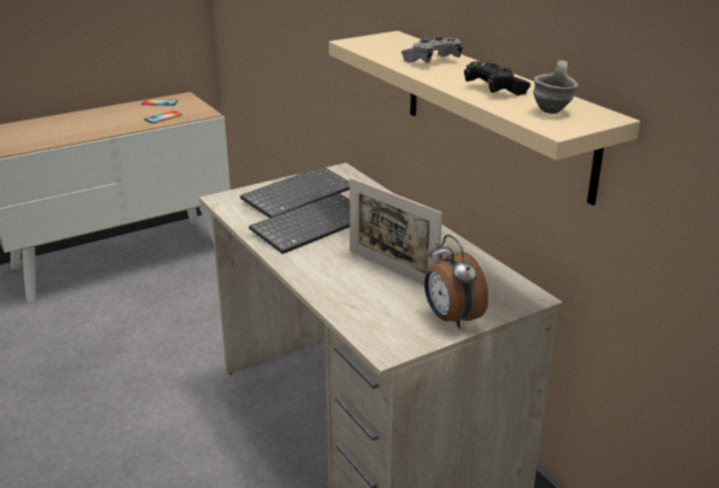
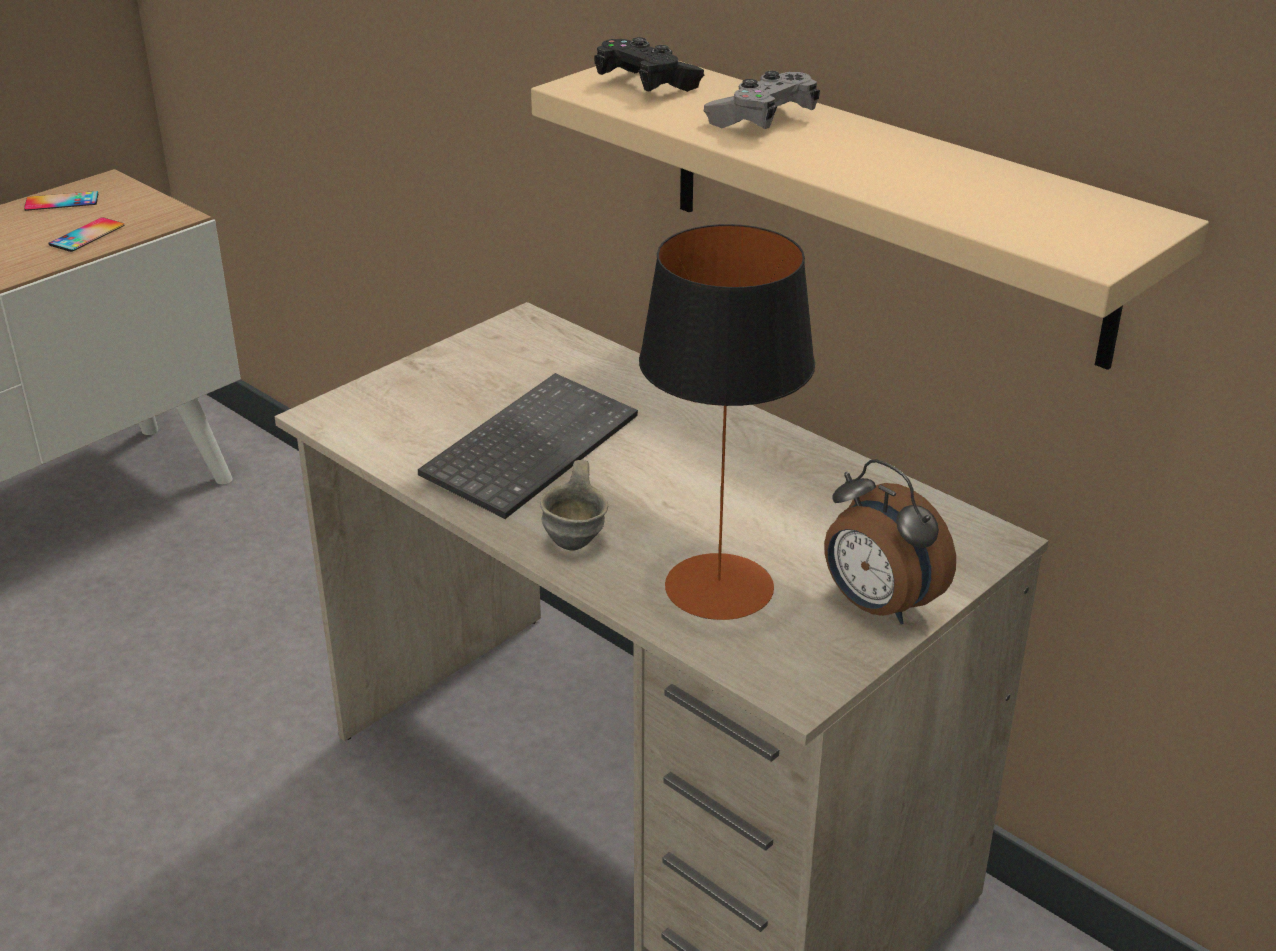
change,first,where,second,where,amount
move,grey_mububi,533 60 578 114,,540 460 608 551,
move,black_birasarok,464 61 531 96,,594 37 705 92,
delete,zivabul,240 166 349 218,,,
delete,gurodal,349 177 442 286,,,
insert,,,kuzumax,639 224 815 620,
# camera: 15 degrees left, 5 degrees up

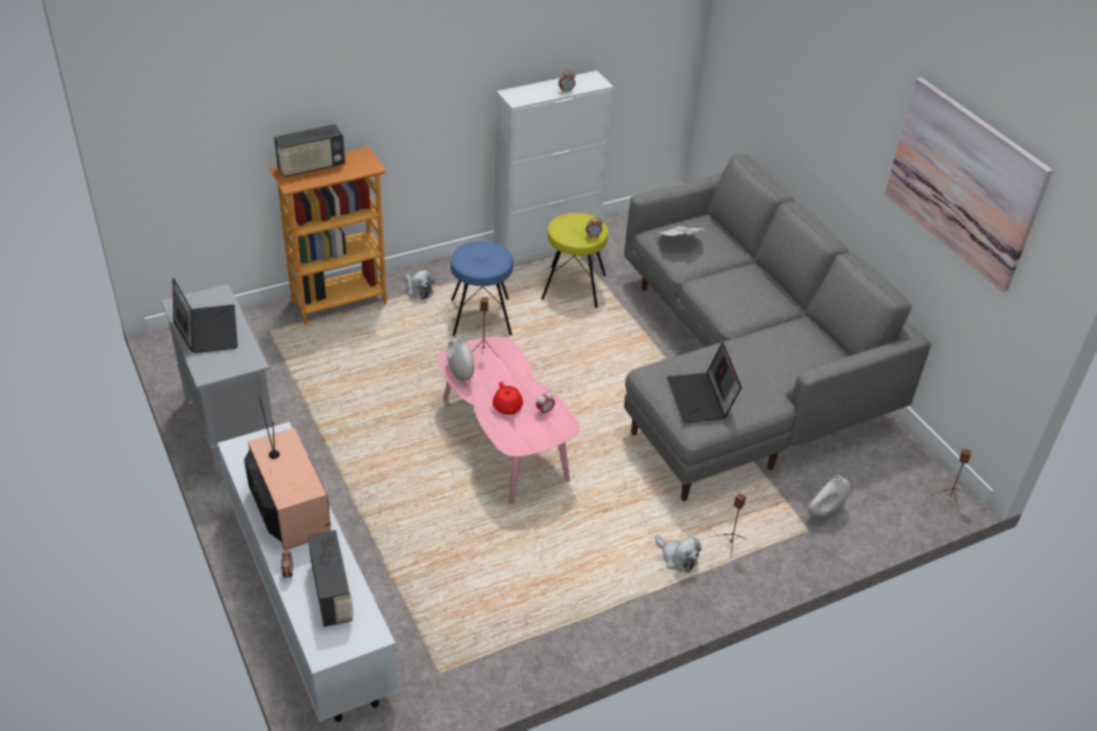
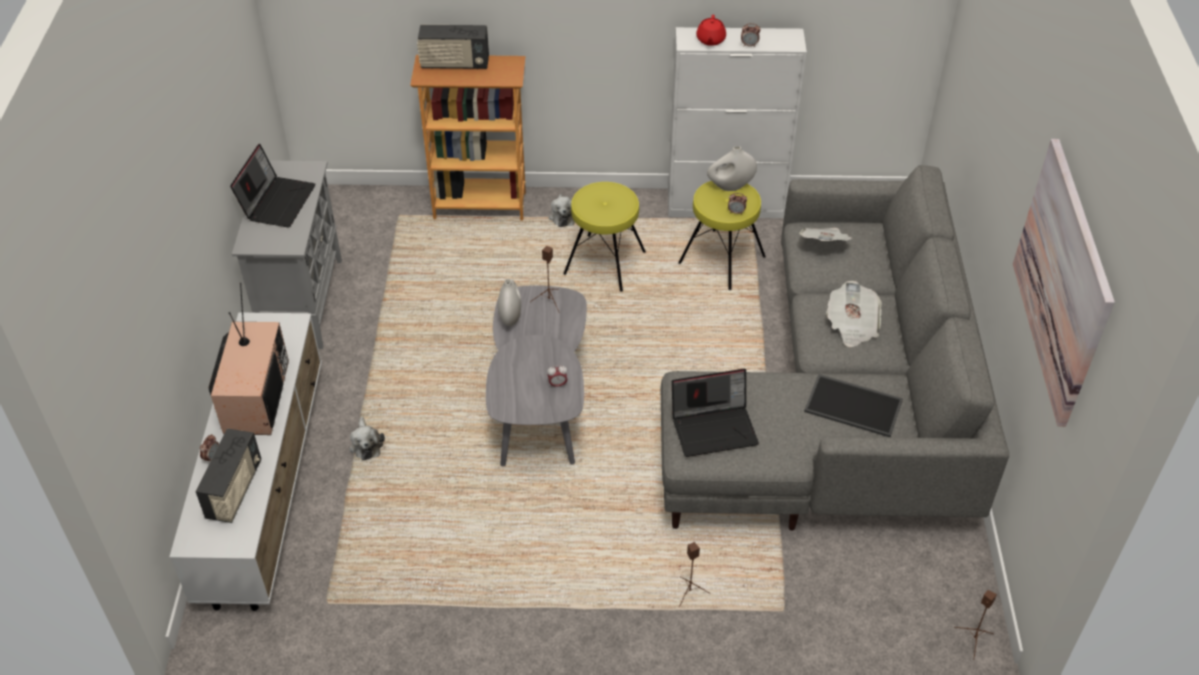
change,first,where,second,where,amount
recolor,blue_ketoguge,450 241 513 336,yellow_ketoguge,563 182 646 292,
recolor,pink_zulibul,437 336 580 504,grey_zulibul,486 285 587 466,
rotate,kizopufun,667 342 742 423,,672 369 759 457,120 degrees counterclockwise
move,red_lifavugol,493 382 523 414,,696 15 726 46,
move,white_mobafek,808 475 850 520,,707 146 757 191,
move,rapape,655 535 702 573,,349 417 385 460,
insert,,,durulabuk,826 281 882 347,
insert,,,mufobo,804 374 903 437,
# camera: 30 degrees right, 5 degrees up

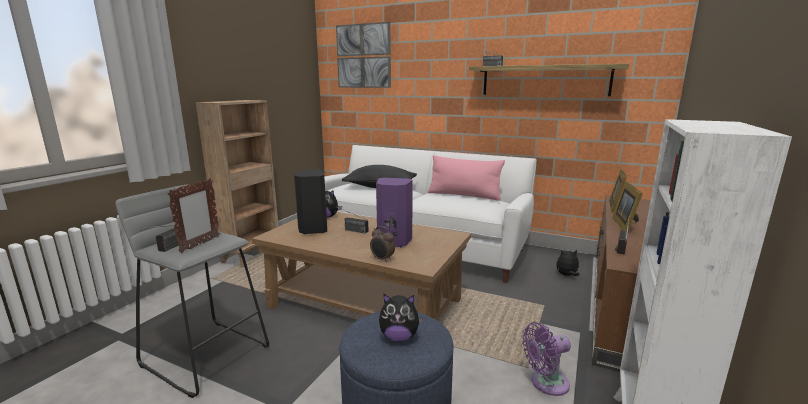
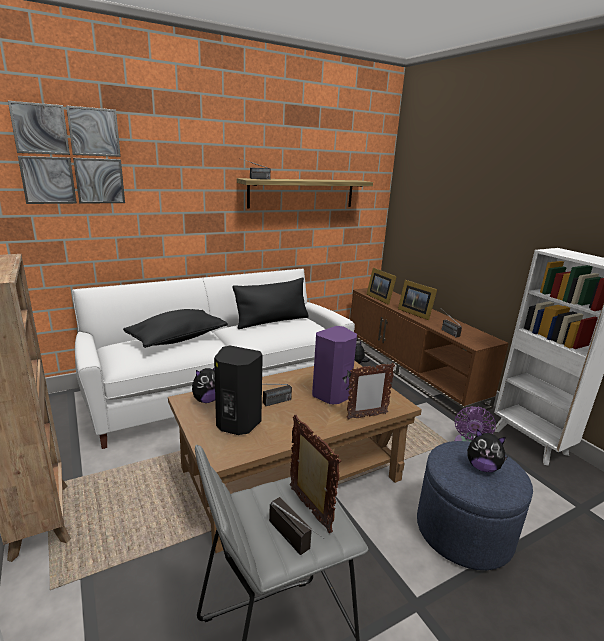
change,first,where,second,where,amount
recolor,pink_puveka,428 155 505 201,black_puveka,232 278 309 329,
replace,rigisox,370 226 395 262,gurodal,346 363 395 420,
rotate,rapape,379 294 423 342,,467 429 508 472,75 degrees clockwise
# camera: 55 degrees left, 5 degrees up

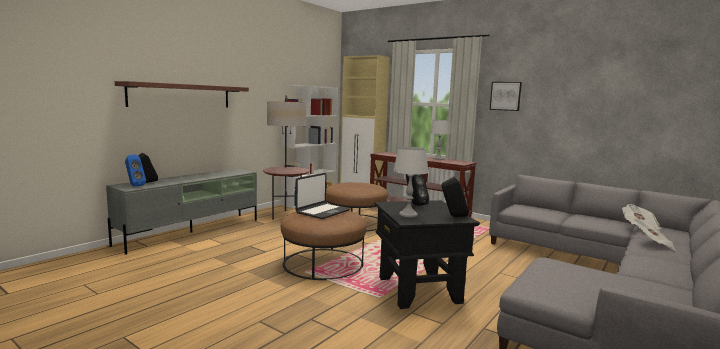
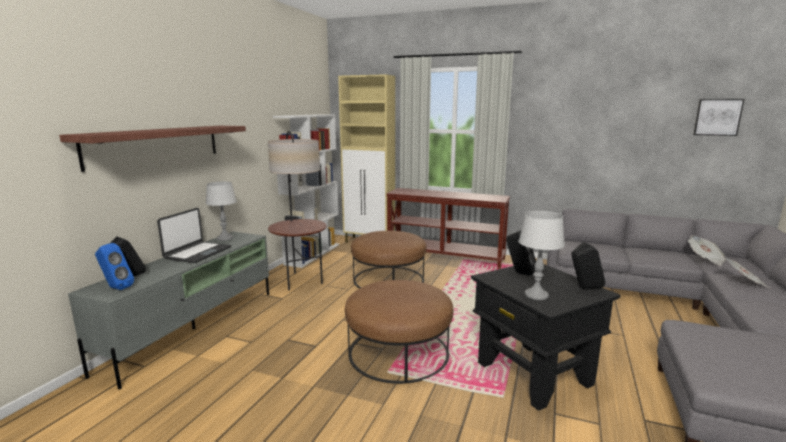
change,first,where,second,where,amount
move,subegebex,490 82 522 111,,693 99 744 136,
move,grey_kuzumax,430 120 450 160,,206 182 237 241,
move,kizopufun,295 173 350 219,,157 208 231 263,
# camera: 15 degrees left, 5 degrees up

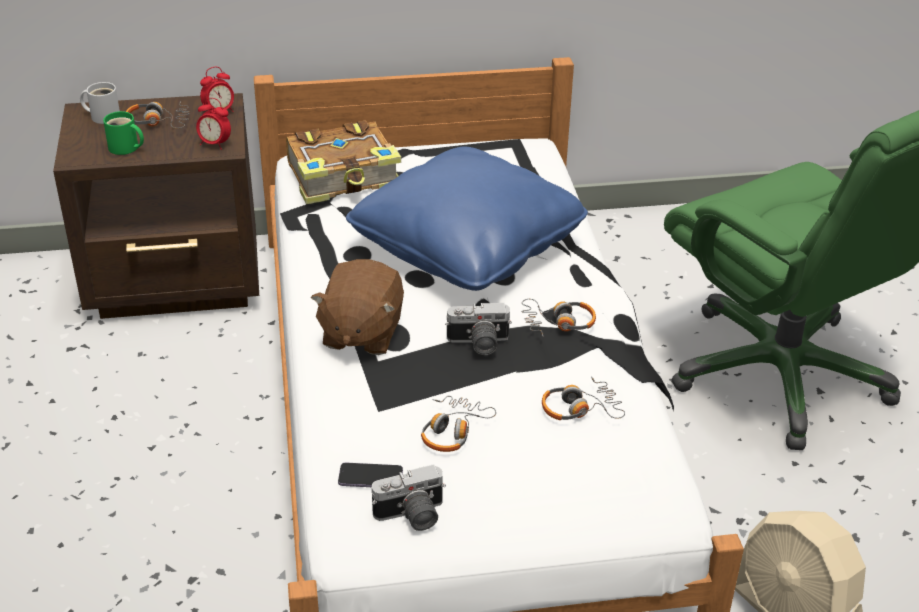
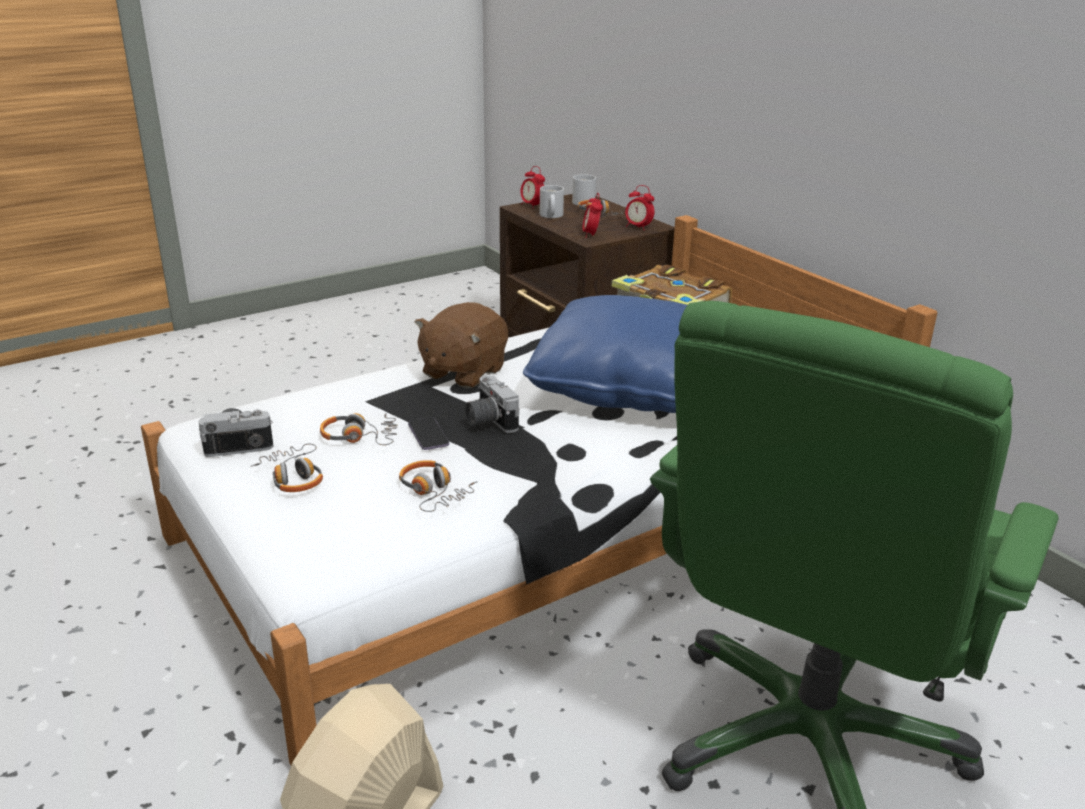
change,first,where,second,where,amount
recolor,green_mububi,103 111 144 155,white_mububi,540 185 564 218,
rotate,brown_rapape,311 259 404 355,,415 302 508 388,45 degrees counterclockwise
move,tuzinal,521 299 596 336,,251 444 323 492,
move,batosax,338 463 403 487,,408 417 449 450,
rotate,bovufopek,372 464 446 531,,199 408 273 457,120 degrees clockwise
insert,,,rigisox,520 166 545 209,
# camera: 65 degrees right, 10 degrees down

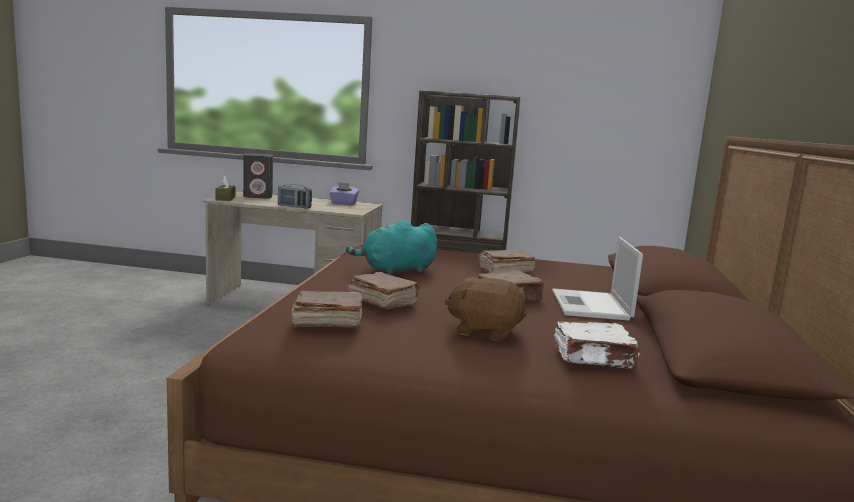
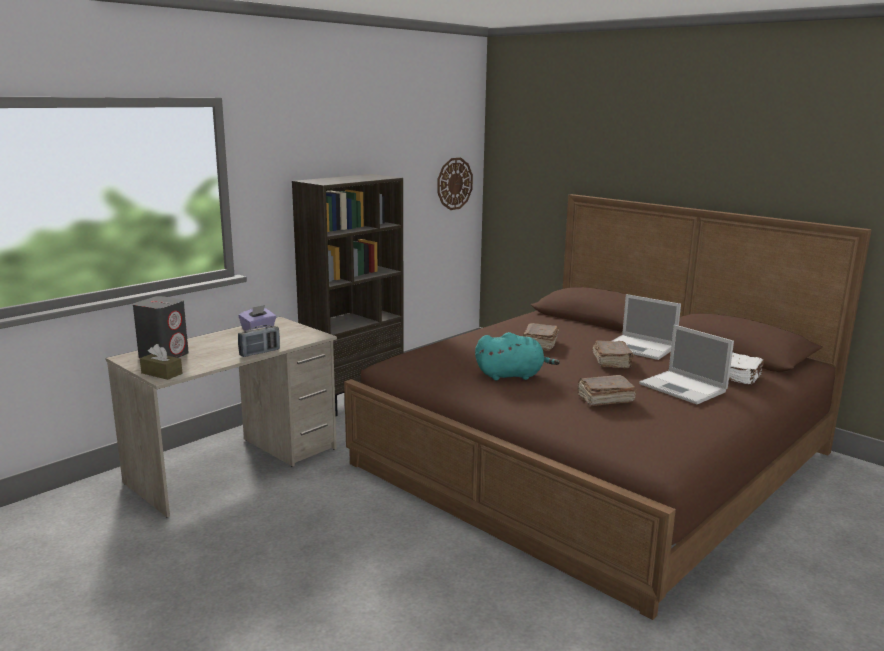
change,first,where,second,where,amount
rotate,turquoise_rapape,346 220 437 275,,475 332 560 380,105 degrees counterclockwise
replace,brown_rapape,445 277 526 341,kizopufun,639 325 734 404,
delete,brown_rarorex,291 290 363 328,,,
insert,,,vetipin,437 157 473 210,
# camera: 55 degrees left, 5 degrees up

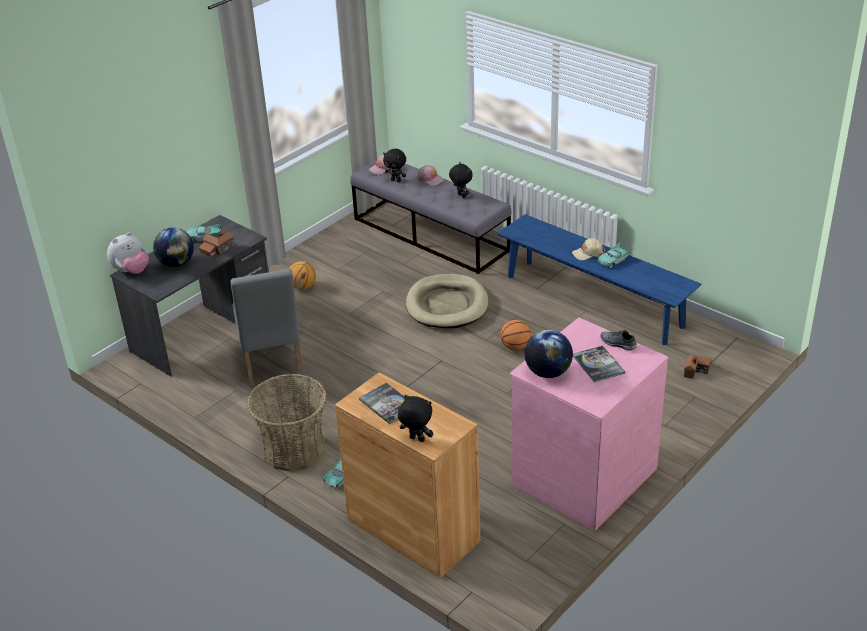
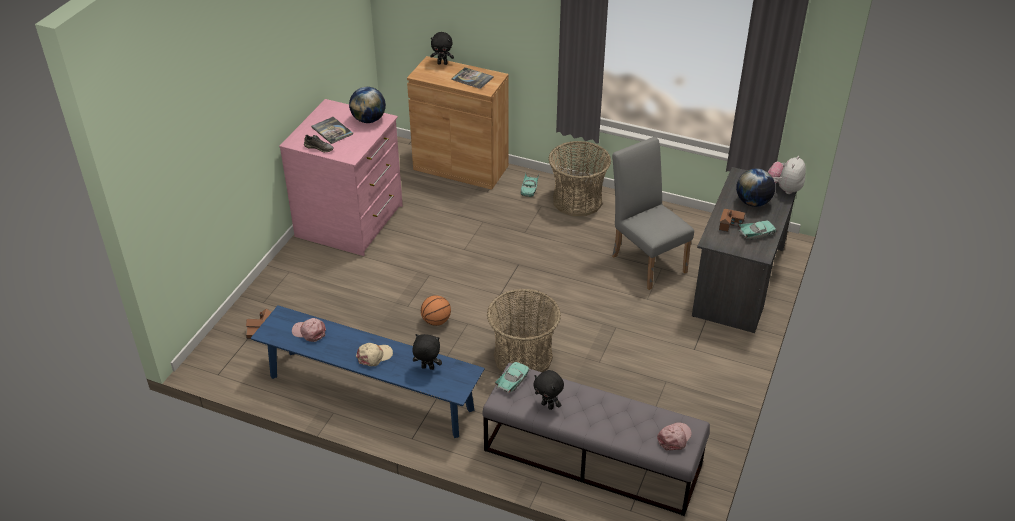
change,first,where,second,where,amount
move,black_rapape,383 149 406 182,,412 334 442 370,
move,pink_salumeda,417 165 445 186,,292 318 326 342,
move,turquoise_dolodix,598 242 632 268,,495 362 529 393,
delete,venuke,289 261 316 290,,,
replace,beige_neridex,406 274 488 328,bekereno,487 289 561 372,
# camera: 160 degrees right, 5 degrees up

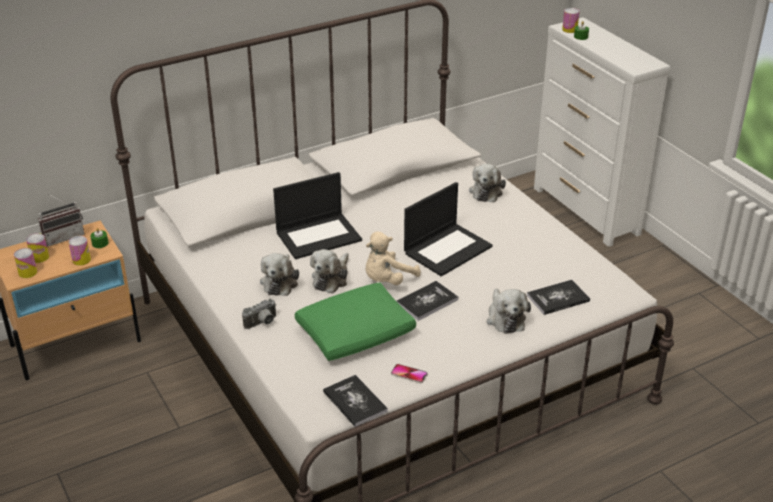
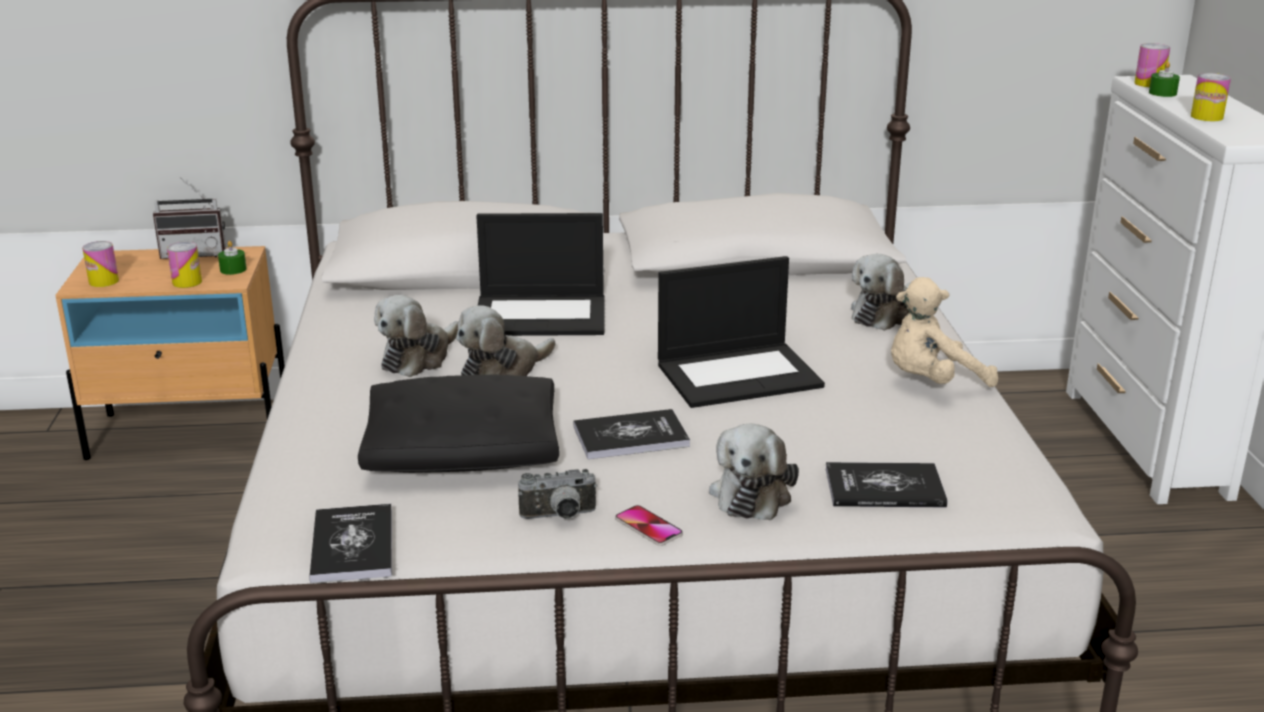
change,first,where,second,where,amount
move,beige_rapape,366 232 421 285,,891 277 998 387,
move,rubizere,26 233 49 263,,1191 73 1231 121,
recolor,green_puveka,295 283 416 361,black_puveka,358 375 559 473,
move,bovufopek,242 299 276 329,,518 469 597 519,
move,batosax,391 364 428 383,,615 505 683 546,
# camera: 25 degrees right, 10 degrees down

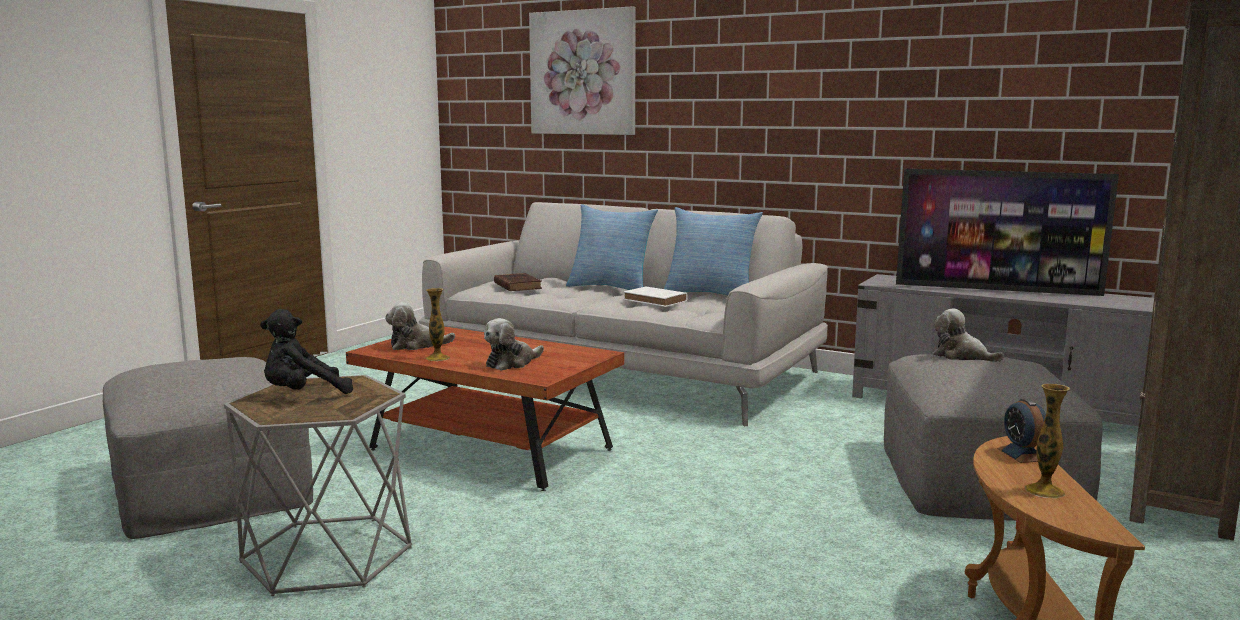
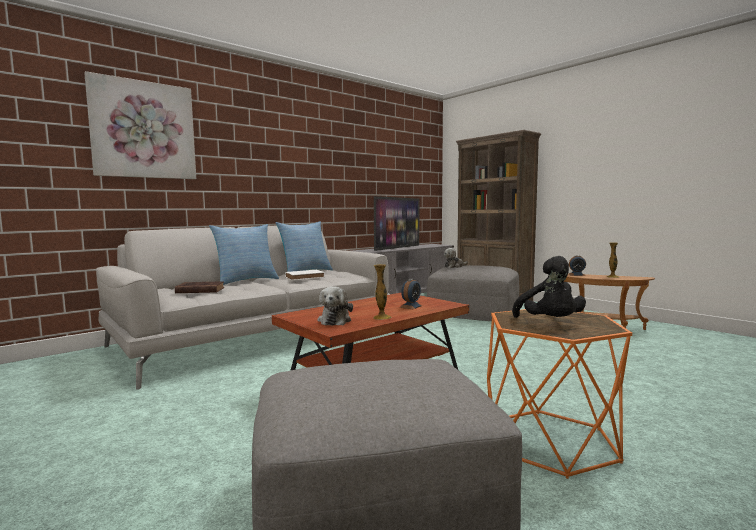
change,first,where,second,where,amount
replace,rapape,484 318 544 370,rigisox,399 279 423 309,
recolor,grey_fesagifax,224 375 412 596,orange_fesagifax,487 309 632 479,
# camera: 70 degrees left, 5 degrees down

